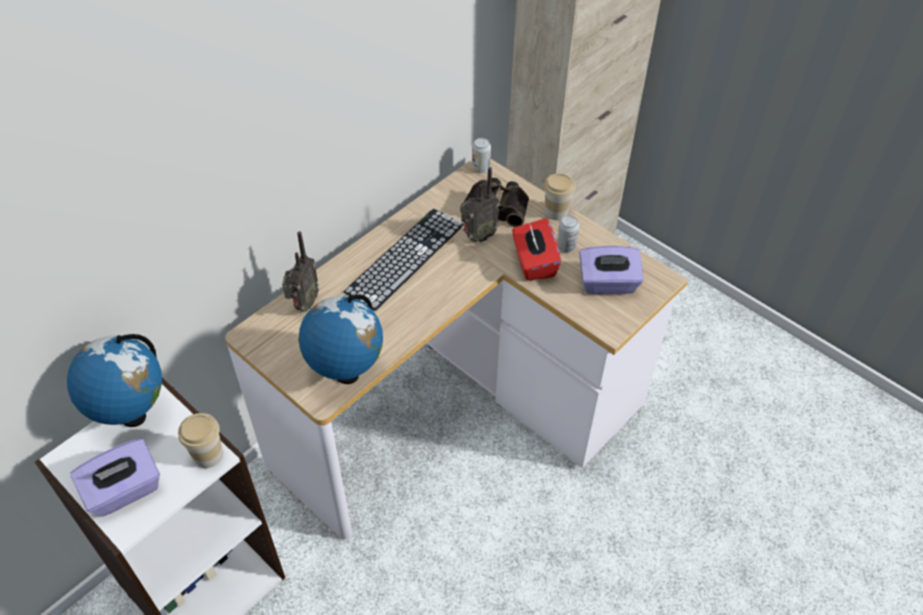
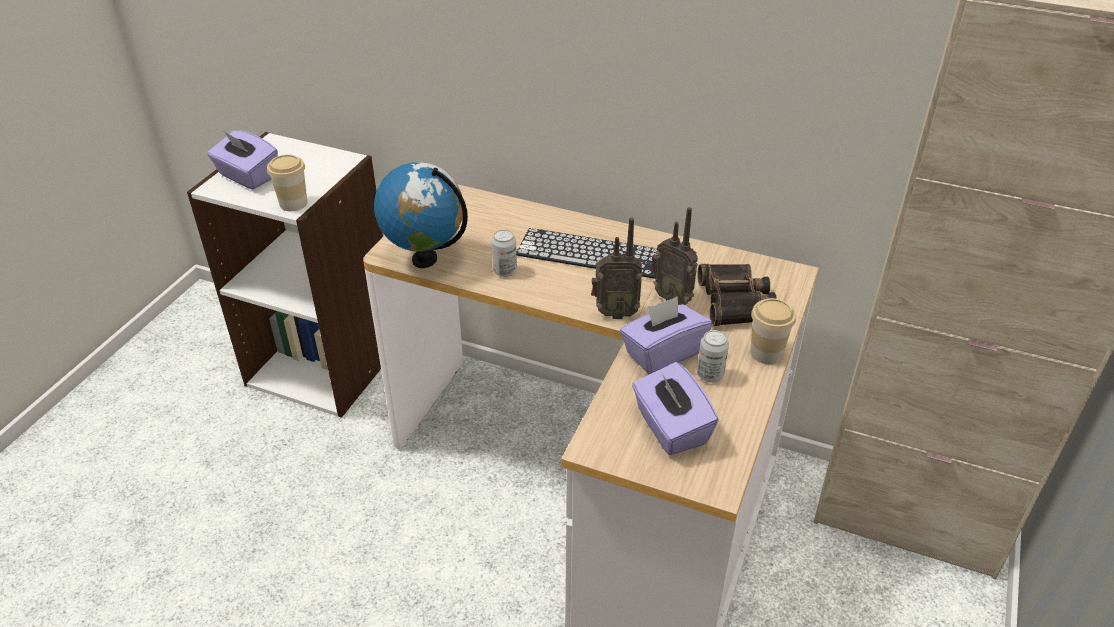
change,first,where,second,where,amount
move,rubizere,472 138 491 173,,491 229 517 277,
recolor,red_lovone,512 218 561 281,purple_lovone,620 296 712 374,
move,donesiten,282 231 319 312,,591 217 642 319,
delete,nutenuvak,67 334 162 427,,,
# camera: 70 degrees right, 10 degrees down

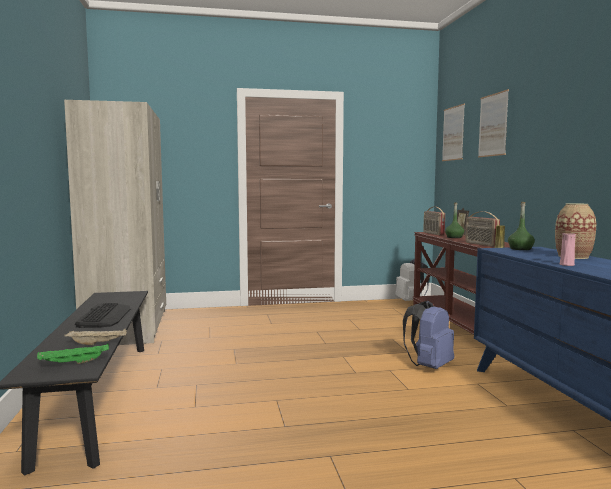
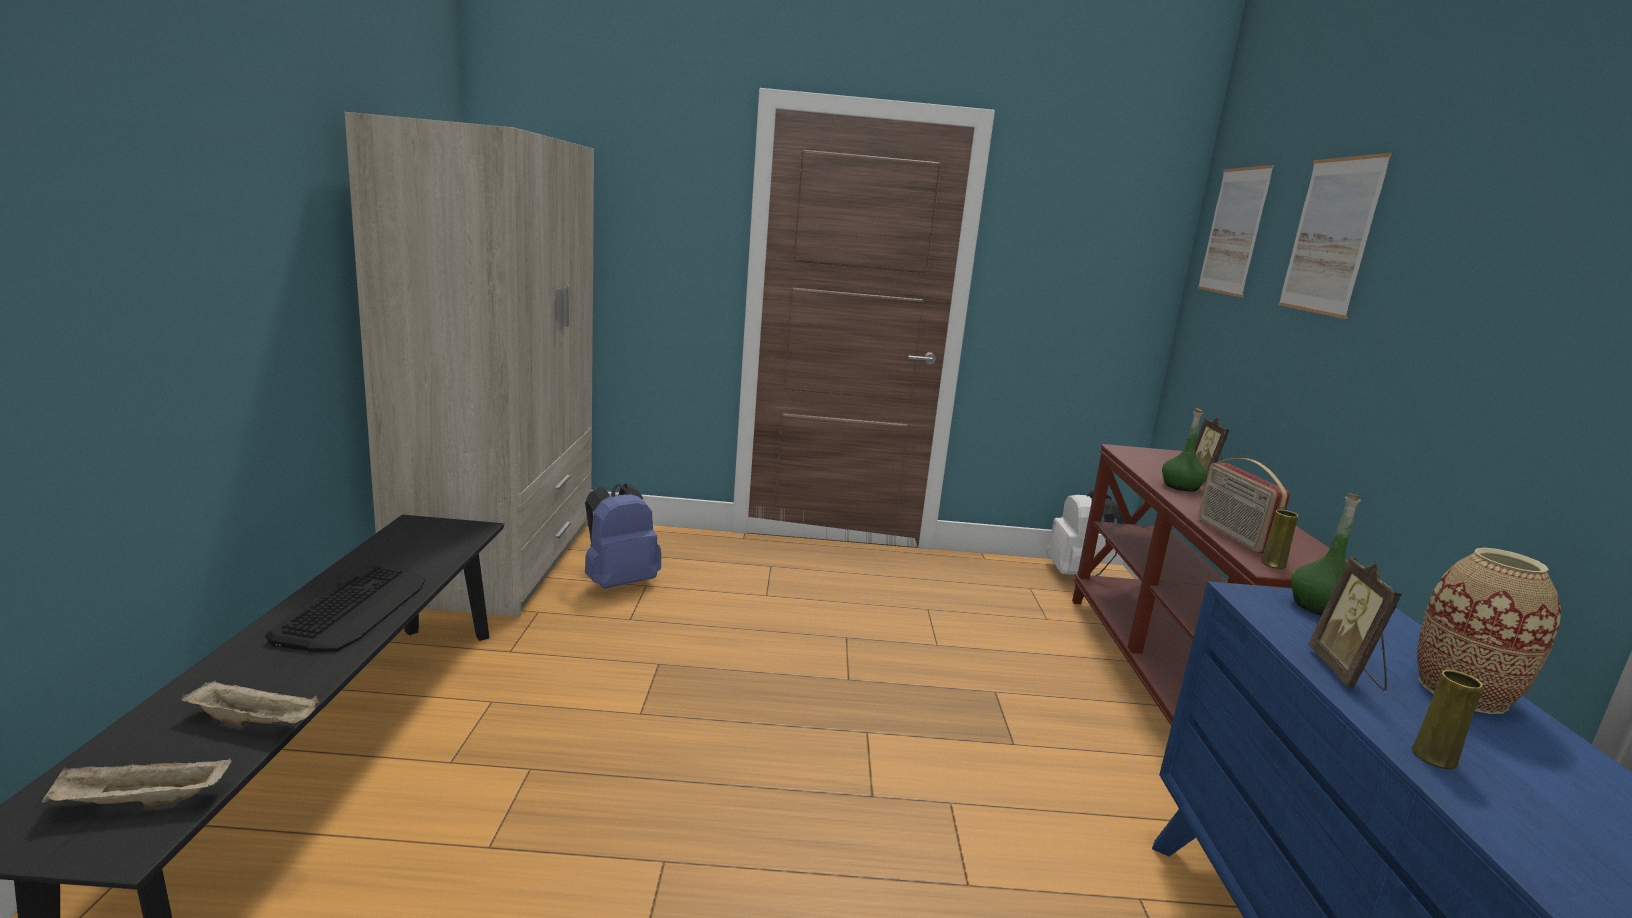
change,first,where,second,where,amount
delete,donesiten,423 207 445 235,,,
recolor,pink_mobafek,560 233 576 266,yellow_mobafek,1411 670 1483 769,
move,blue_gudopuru,403 300 454 369,,585 483 661 588,
recolor,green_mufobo,37 343 109 364,beige_mufobo,42 758 232 807,
insert,,,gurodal,1308 557 1402 690,
# camera: 10 degrees right, 10 degrees up

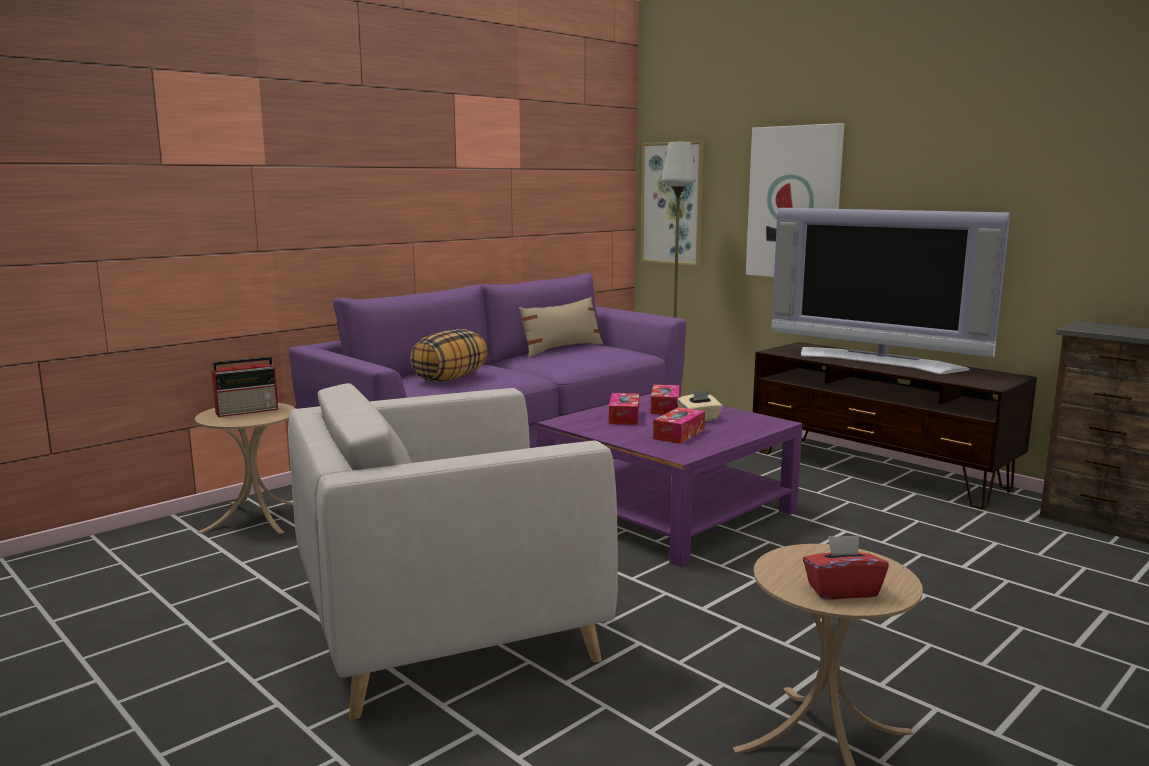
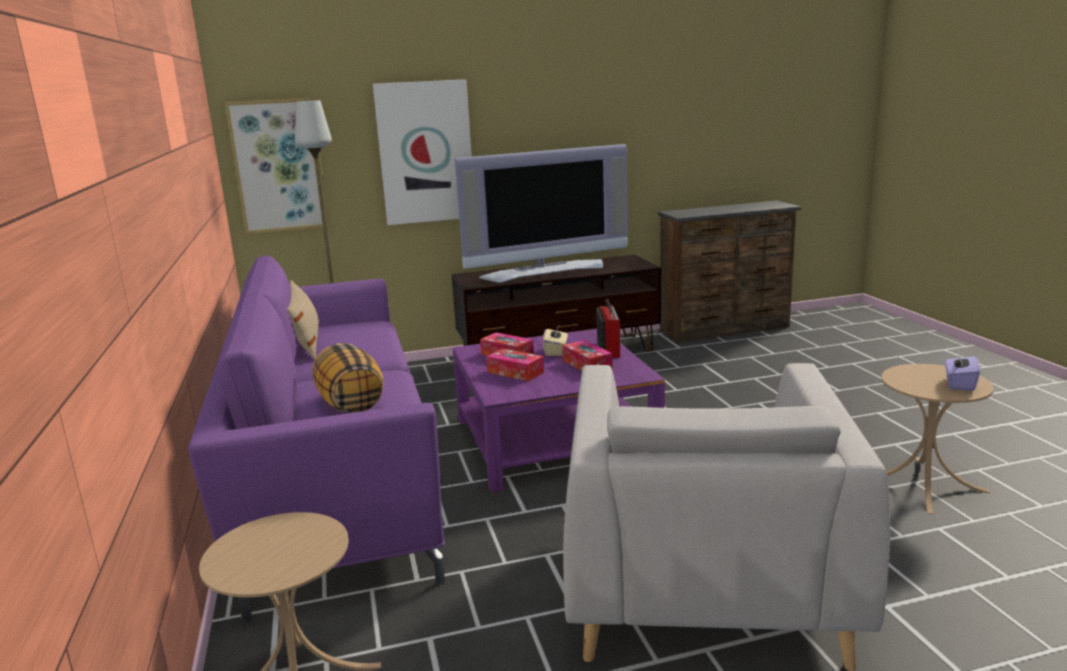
change,first,where,second,where,amount
move,donesiten,211 357 278 417,,597 299 620 358,
recolor,red_lovone,803 535 889 600,purple_lovone,945 352 980 391,
# camera: 60 degrees left, 5 degrees up

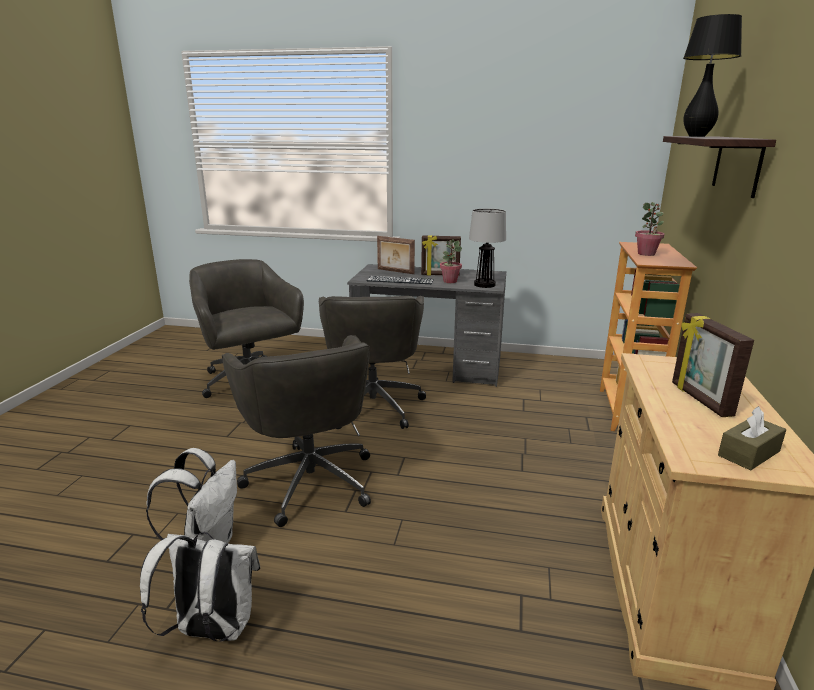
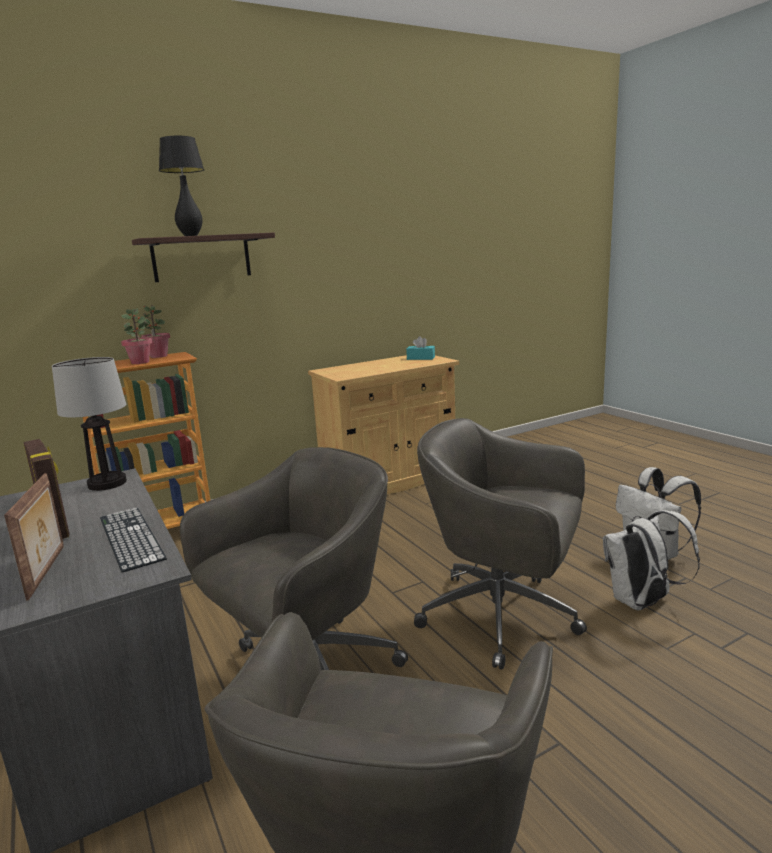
change,first,where,second,where,amount
move,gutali,440 239 462 283,,141 304 170 358,
delete,gurodal,672 313 754 417,,,
rotate,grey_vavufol,222 335 371 527,,414 418 587 670,90 degrees counterclockwise
recolor,brown_lovone,718 406 786 471,turquoise_lovone,406 336 435 360,
# camera: 130 degrees left, 5 degrees down

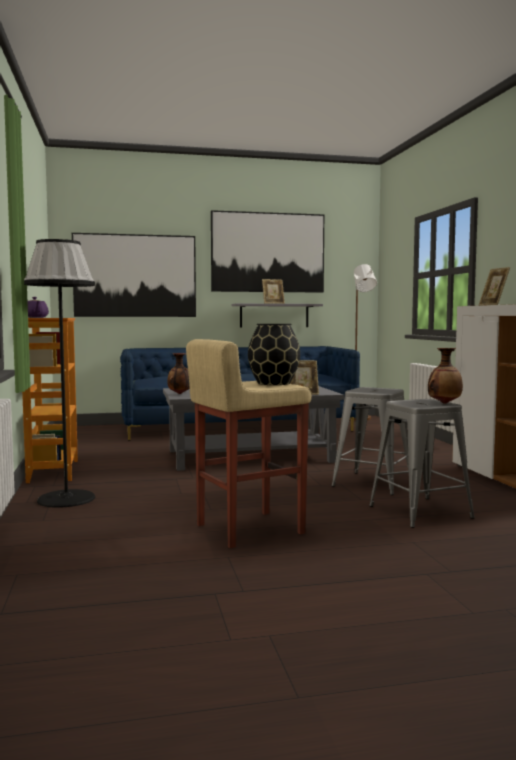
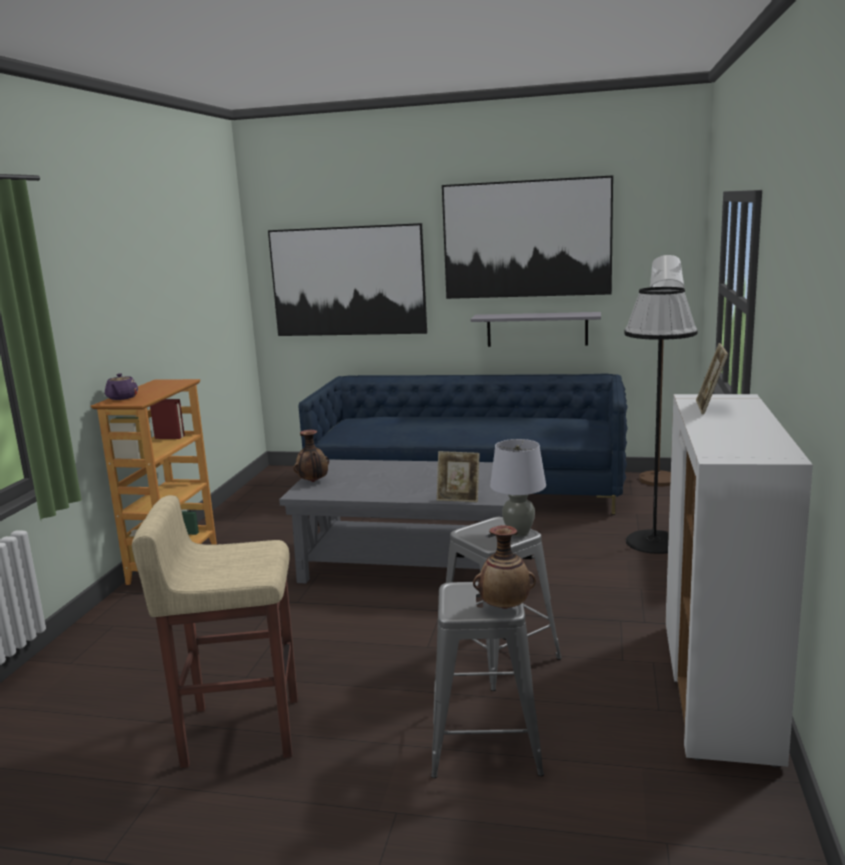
change,first,where,second,where,amount
move,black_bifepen,24 239 95 508,,624 287 698 554,
delete,gurodal,262 279 285 304,,,
delete,black_mobafek,248 324 300 385,,,
insert,,,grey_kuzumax,490 439 546 537,
# camera: 25 degrees right, 10 degrees up

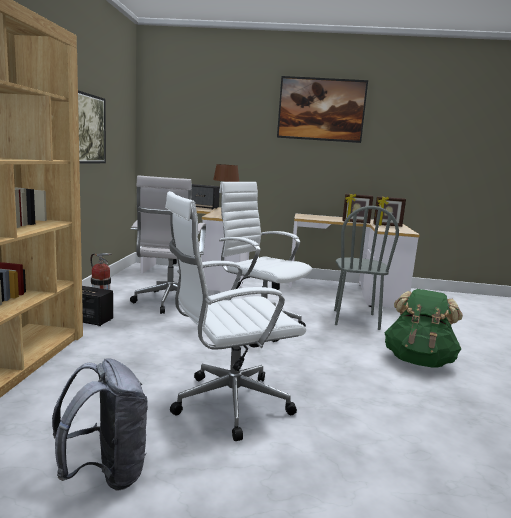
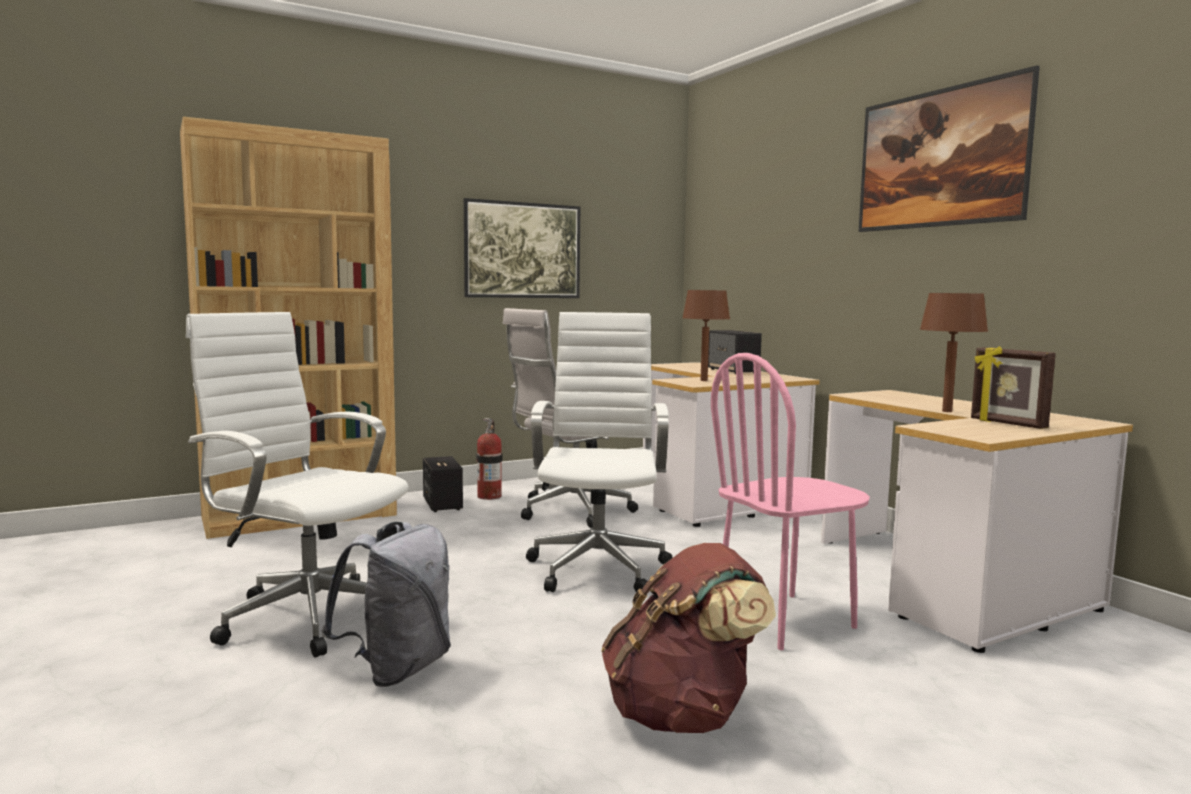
change,first,where,second,where,amount
replace,gurodal,342 193 373 223,brown_kuzumax,920 293 988 412,
recolor,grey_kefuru,334 206 399 330,pink_kefuru,711 353 870 650,
recolor,green_gudopuru,385 289 463 368,brown_gudopuru,601 543 776 733,
move,grey_gudopuru,52 358 148 491,,321 522 451 687,
# camera: 55 degrees right, 5 degrees down

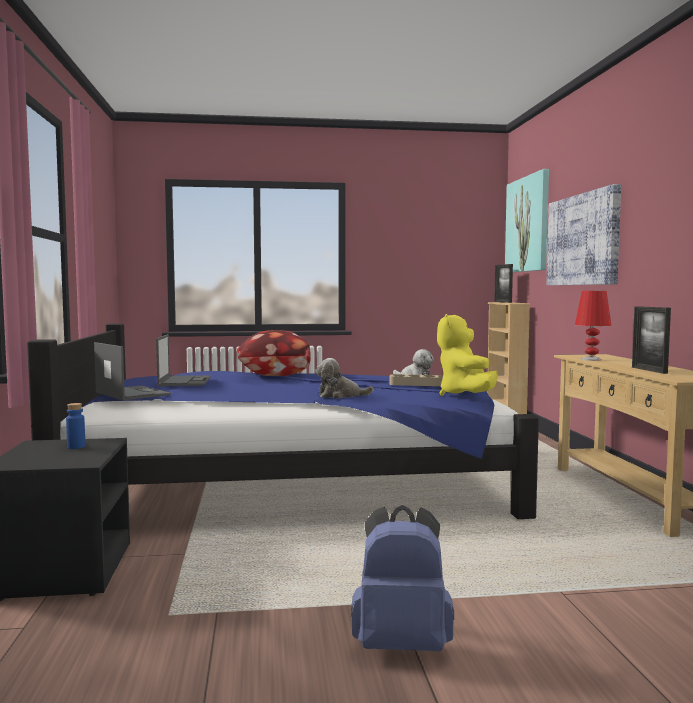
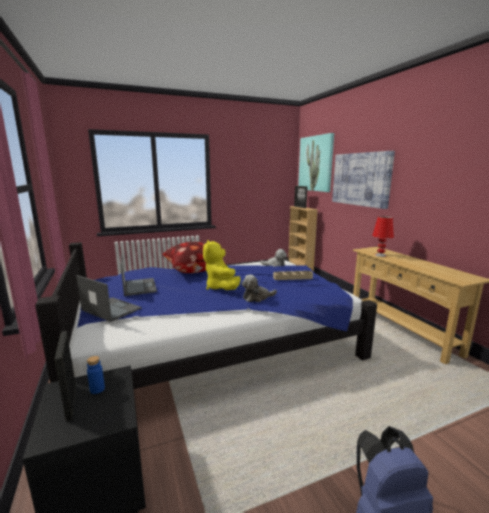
change,first,where,second,where,amount
move,gurodal,632 306 671 374,,55 331 76 422,
move,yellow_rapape,437 314 498 396,,203 240 241 290,
# camera: 15 degrees left, 10 degrees up

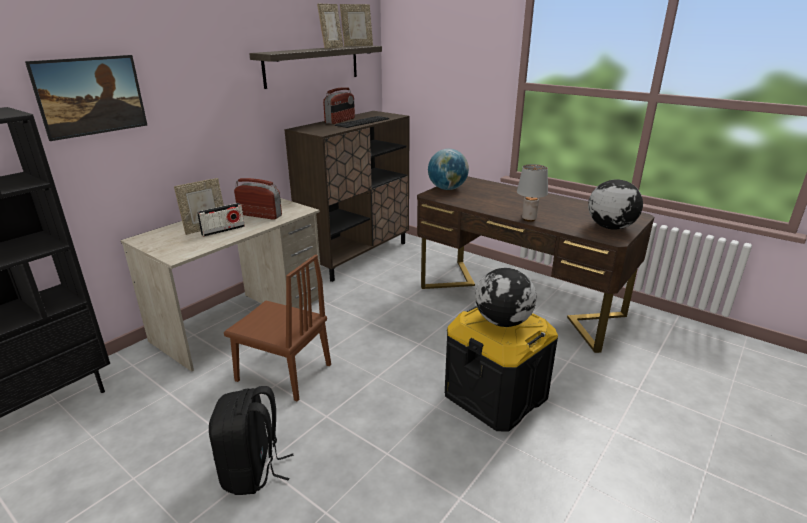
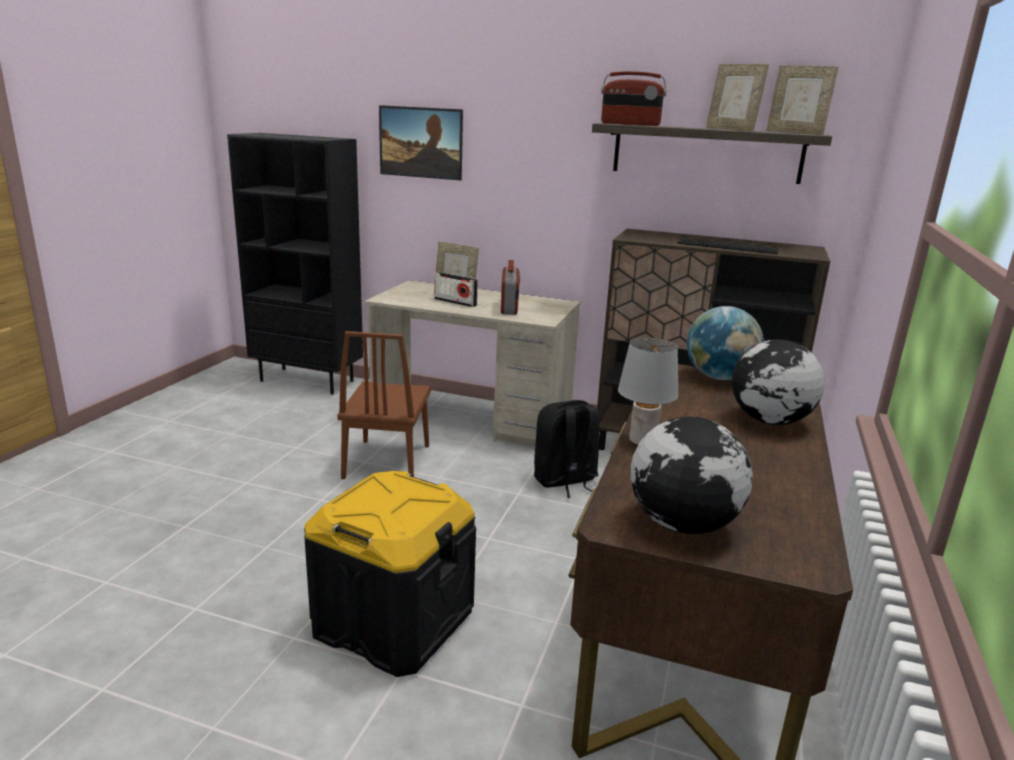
change,first,where,second,where,amount
rotate,gurodal,317 4 343 49,,706 64 769 131,45 degrees clockwise
move,donesiten,323 87 355 124,,601 71 667 126,
move,nutenuvak,475 268 537 327,,732 339 825 425,
move,black_gudopuru,209 386 294 495,,534 400 599 498,
# camera: 70 degrees right, 5 degrees down

